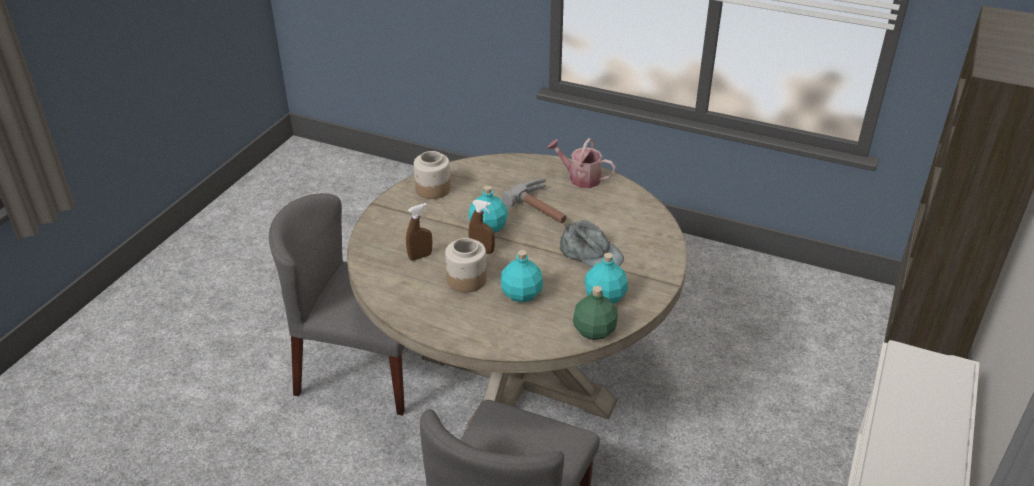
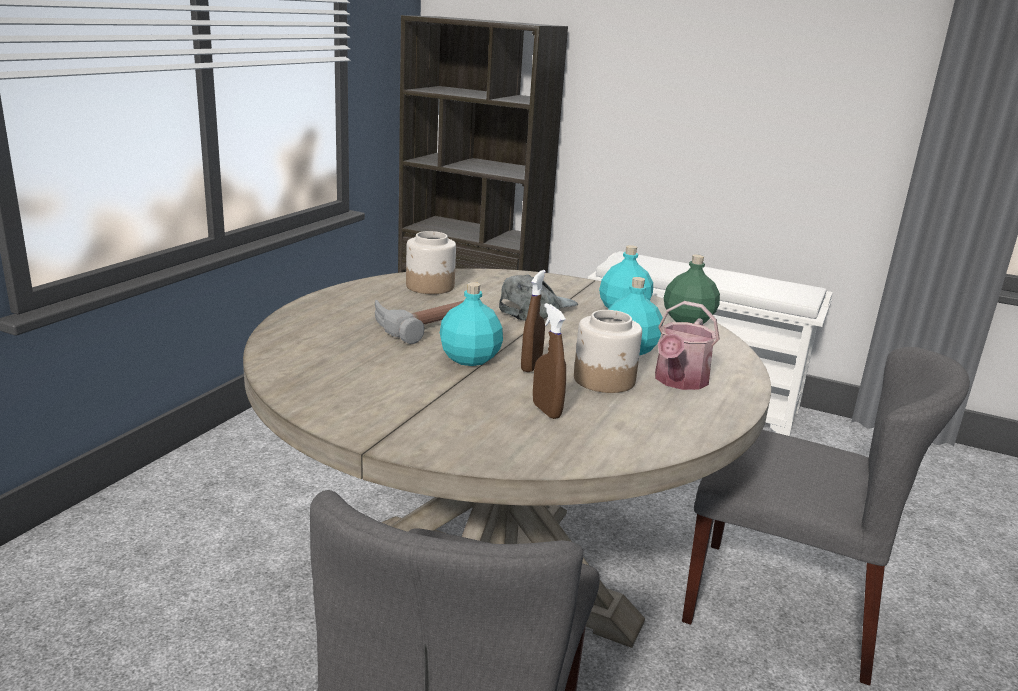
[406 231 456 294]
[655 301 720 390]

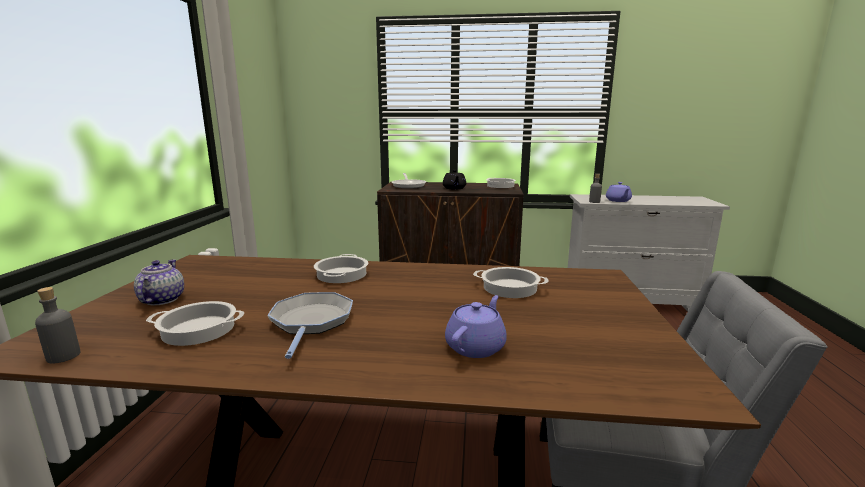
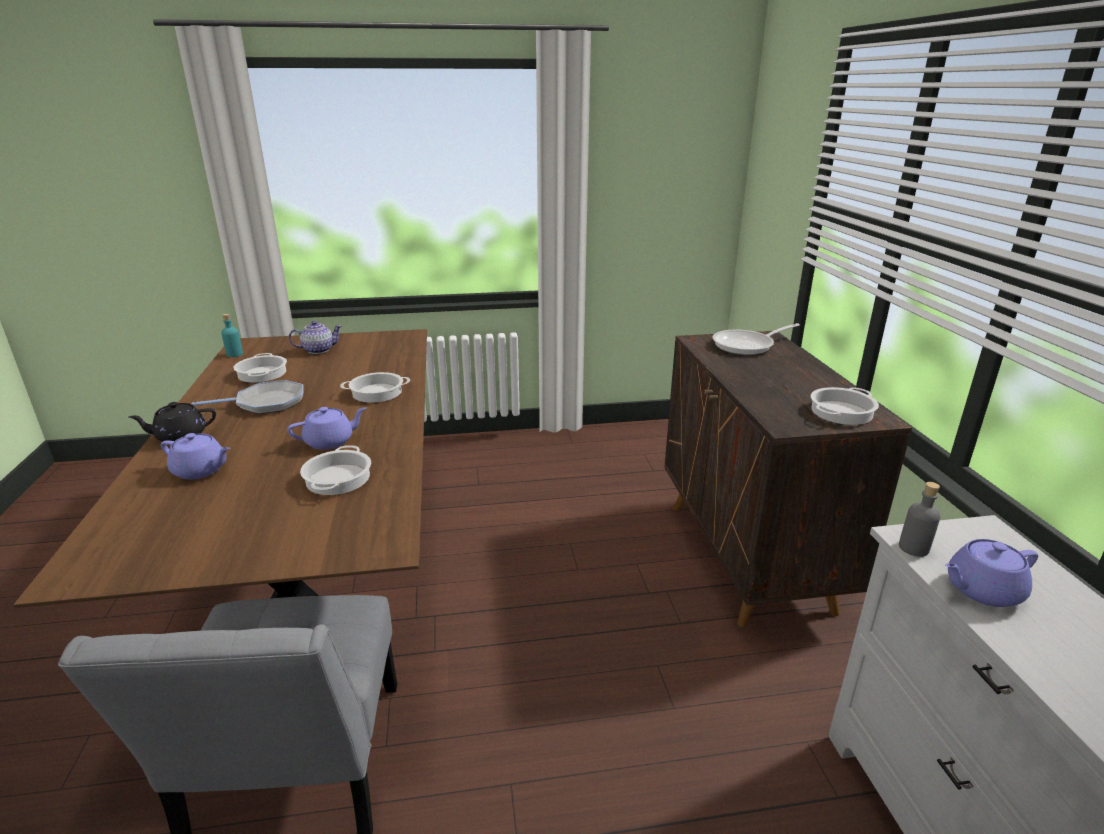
[129 402 216 442]
[221 314 243 357]
[287 407 366 450]

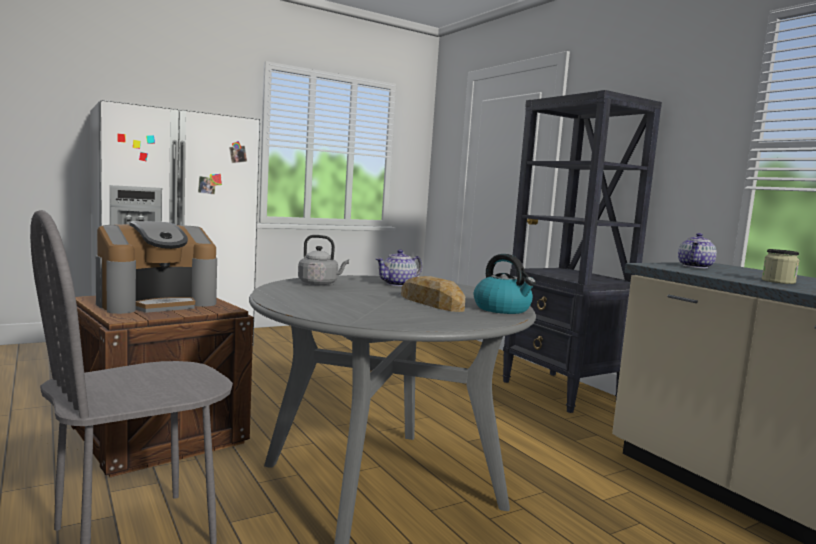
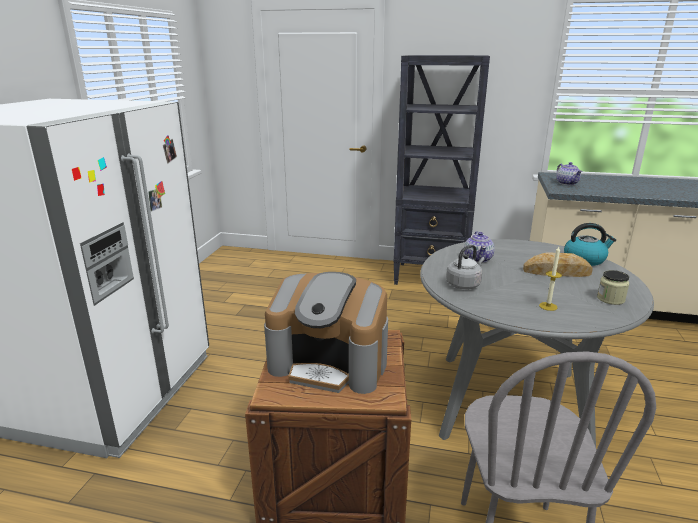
[264 272 388 394]
[539 246 562 311]
[597 270 629 305]

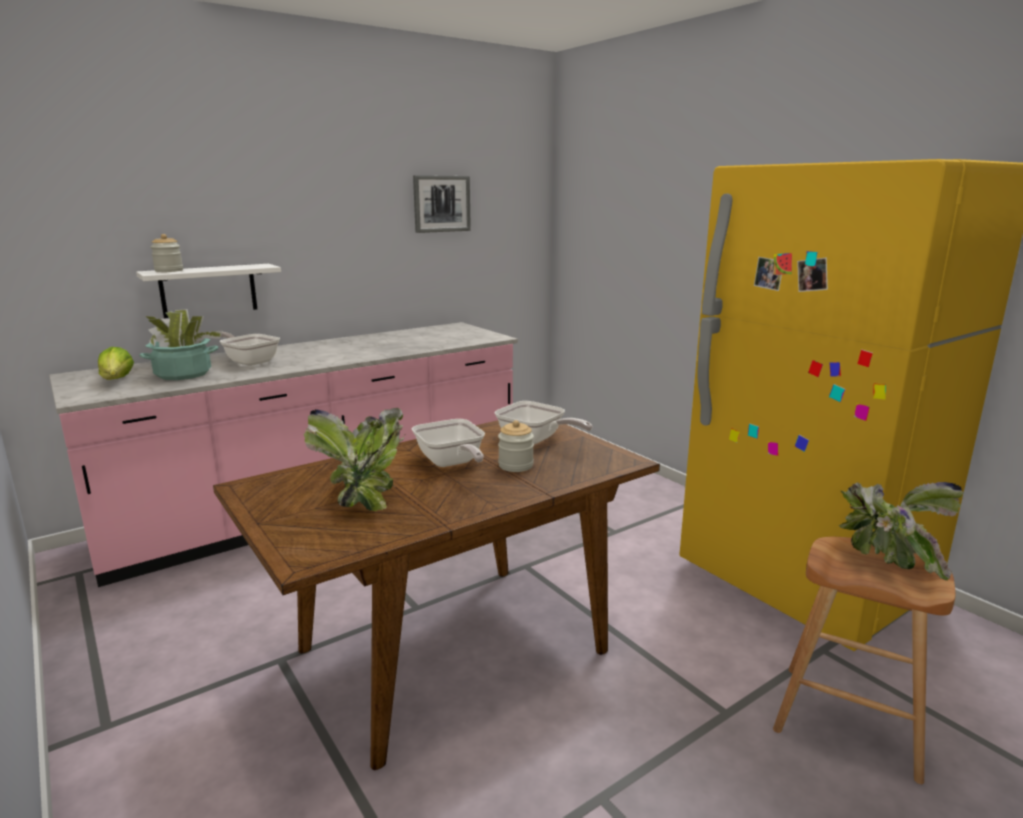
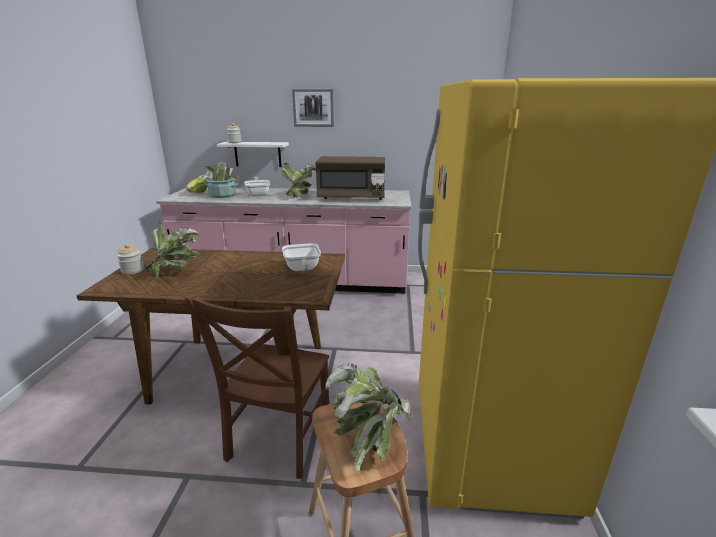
[117 244 144 275]
[184 294 329 479]
[282 163 316 198]
[292 89 334 127]
[315 156 385 200]
[412 419 485 467] (first image)

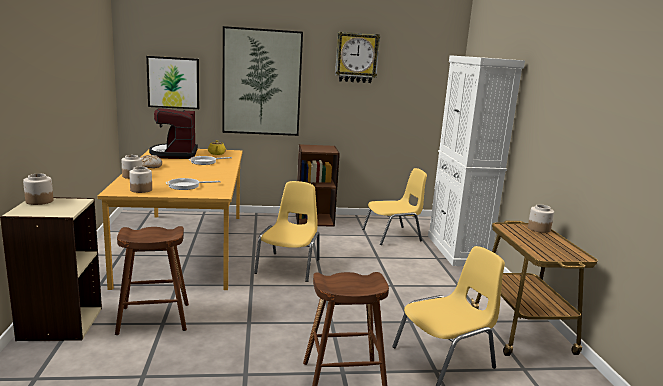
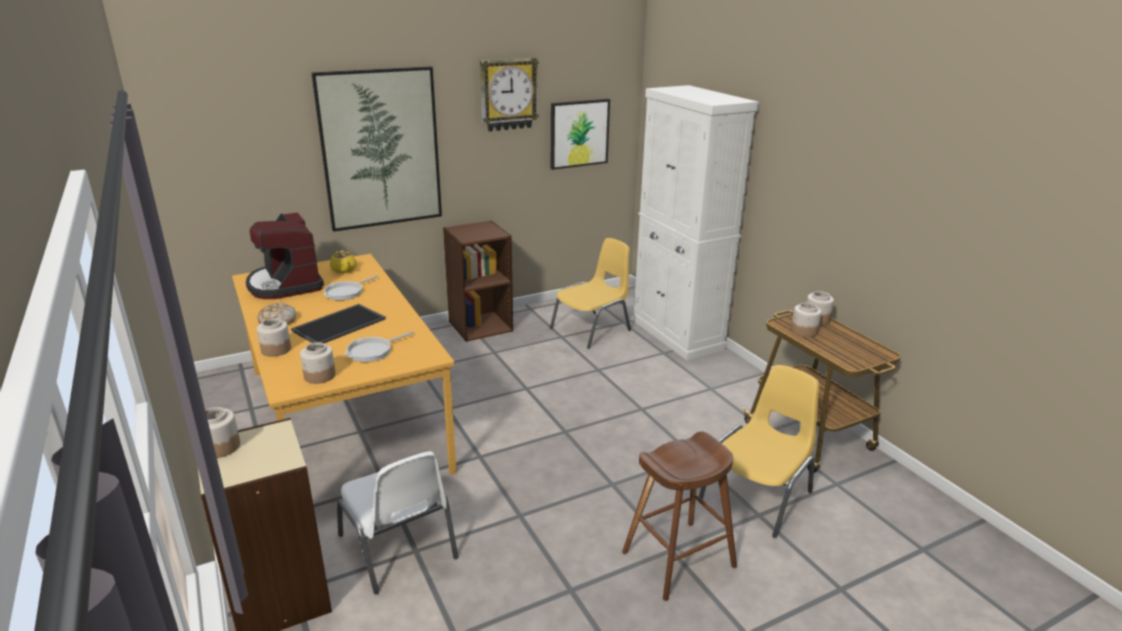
[291 304 386 343]
[337 451 458 595]
[551 99 610 170]
[791 302 822 337]
[254 181 320 282] (first image)

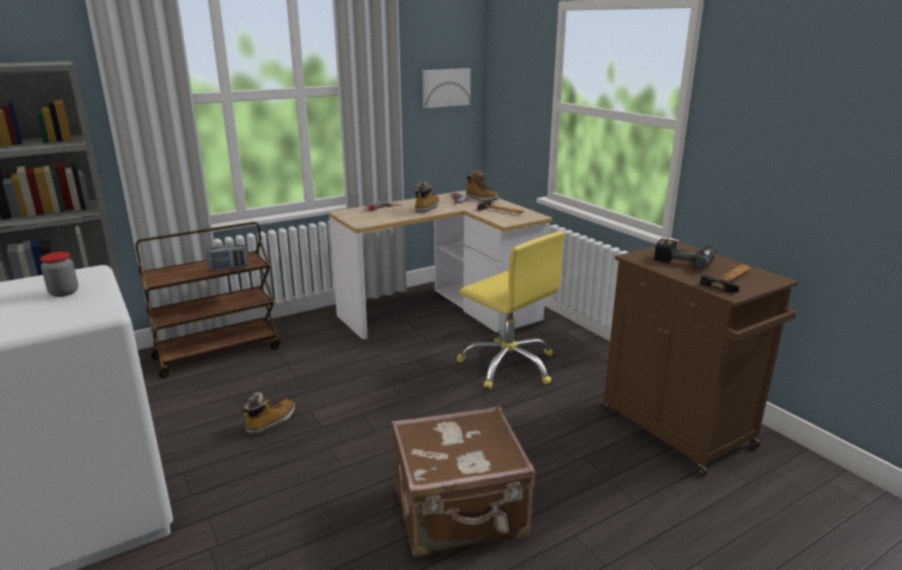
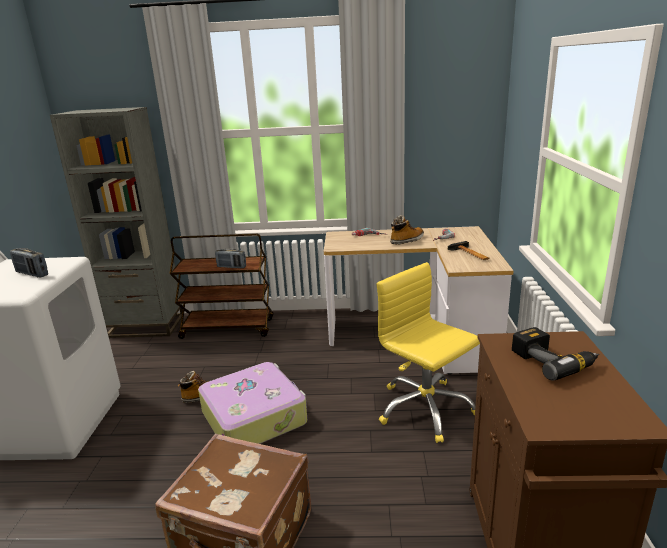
[10 248 48 278]
[198 362 307 444]
[376 262 480 443]
[422 68 471 108] (first image)
[466 170 499 202] (first image)
[700 265 751 292] (first image)

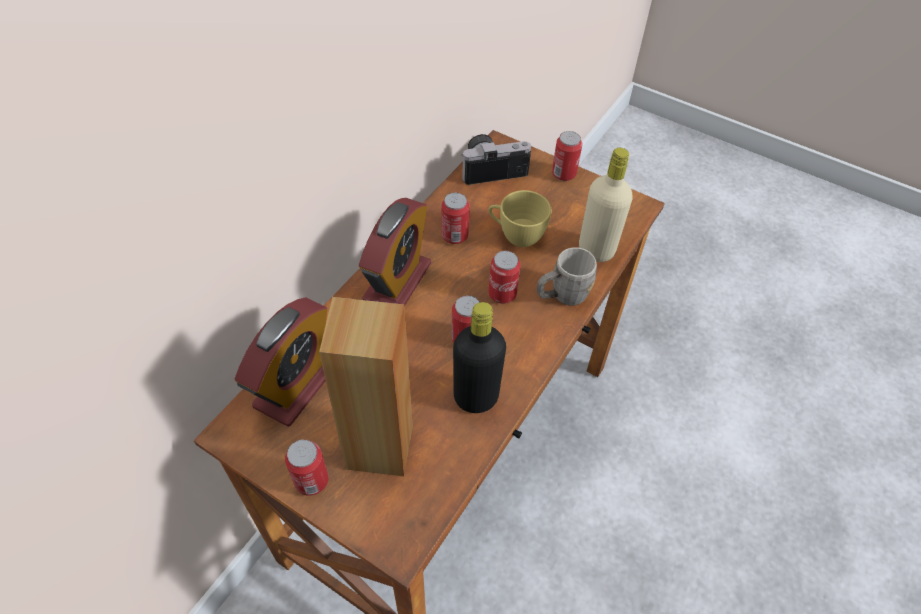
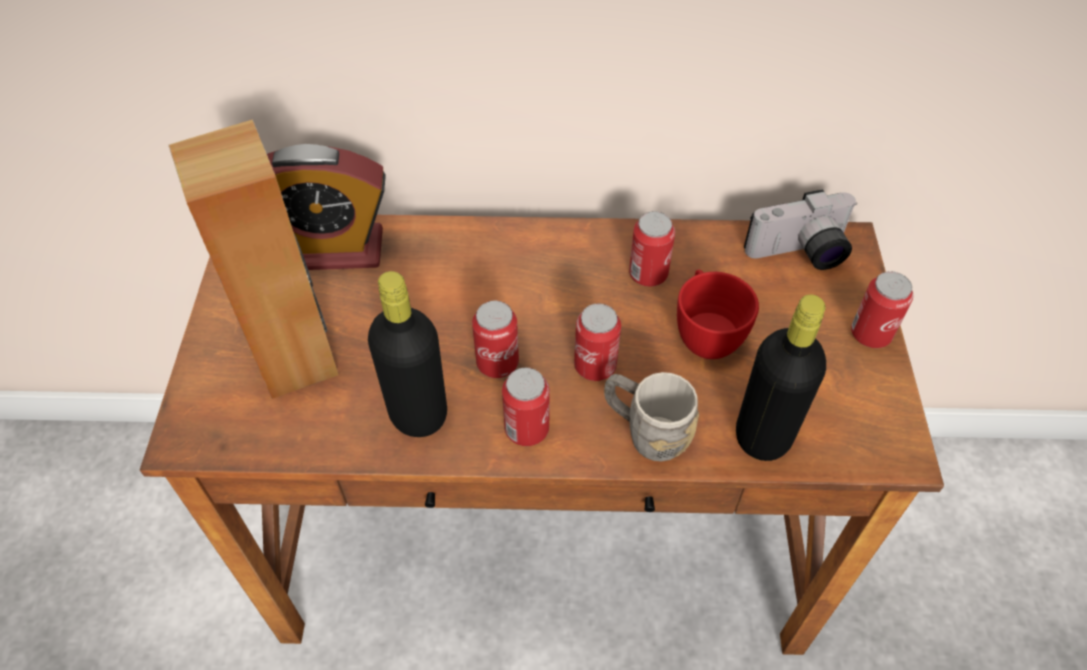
[502 368 550 446]
[677 269 759 359]
[736 295 826 461]
[744 189 857 270]
[359 198 431 306] (first image)

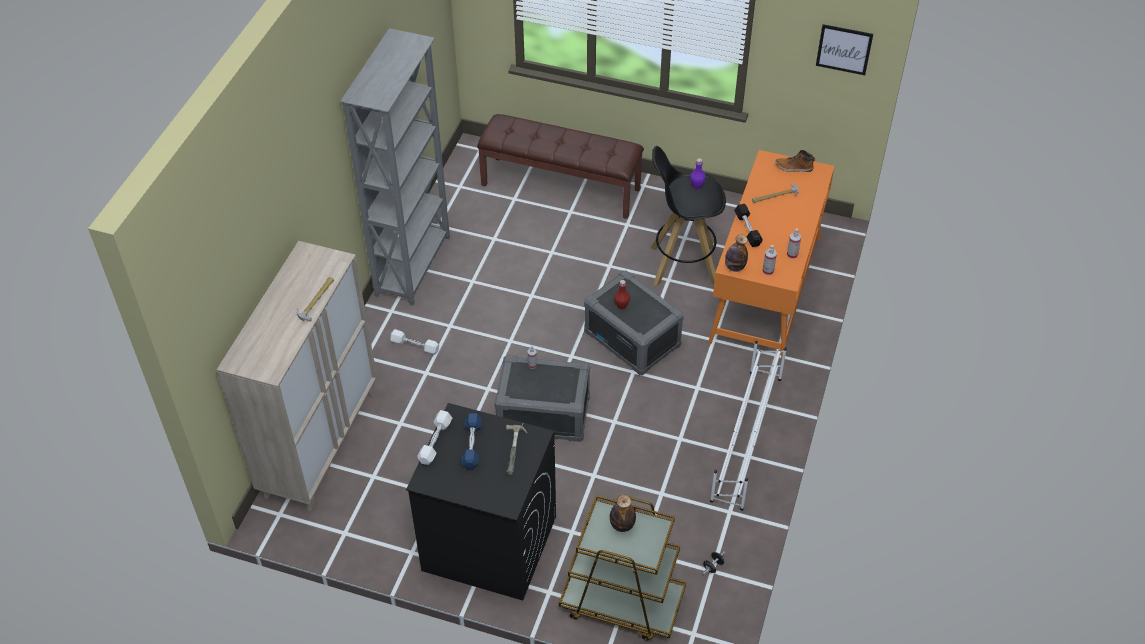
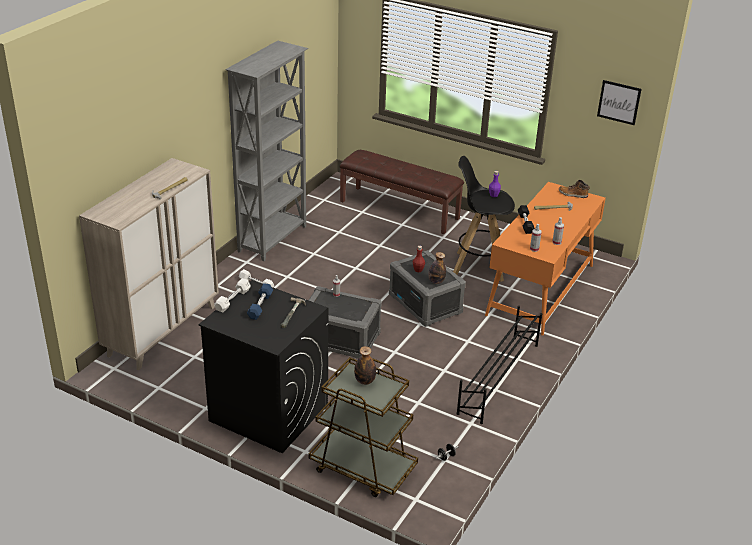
[429 252 446 284]
[456 306 542 424]

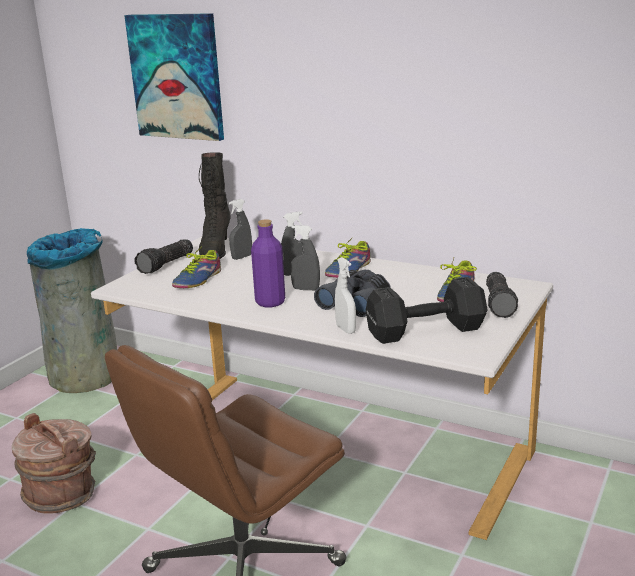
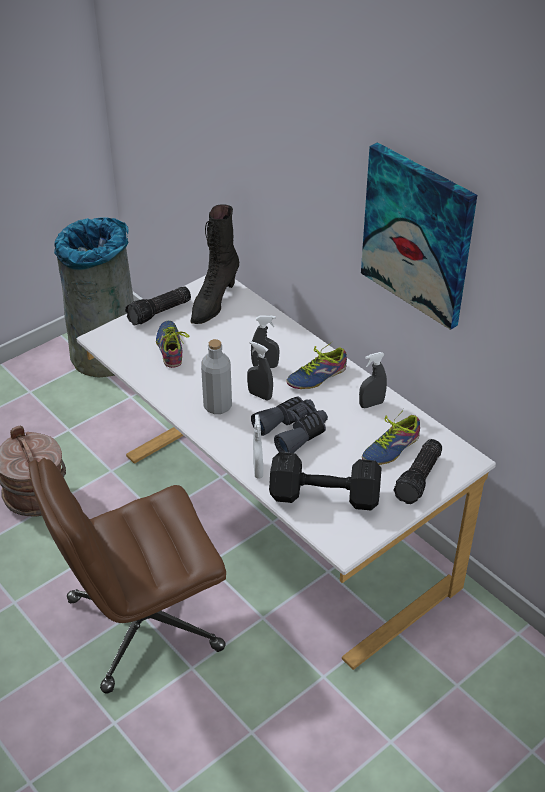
[156 321 190 368]
[201 339 232 414]
[359 352 387 408]
[361 142 477 330]

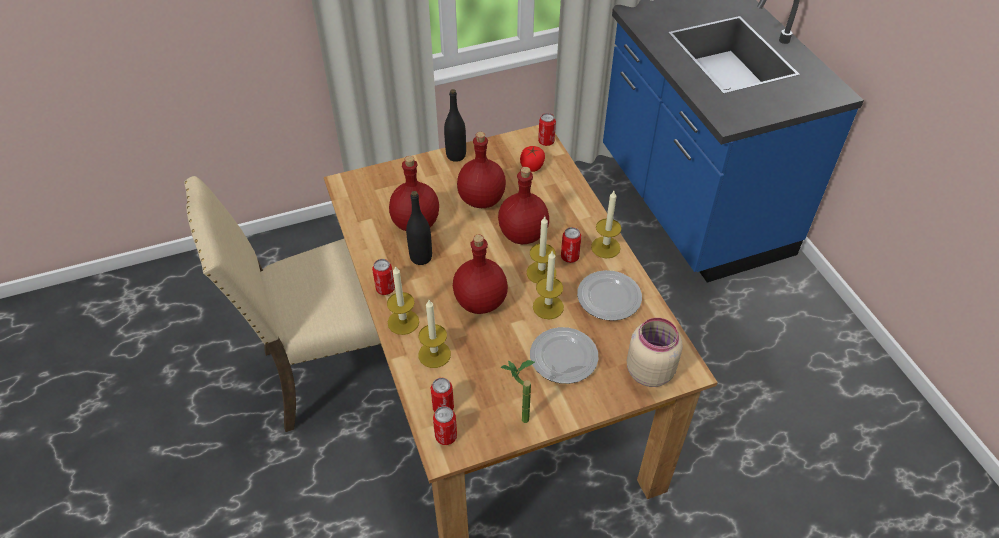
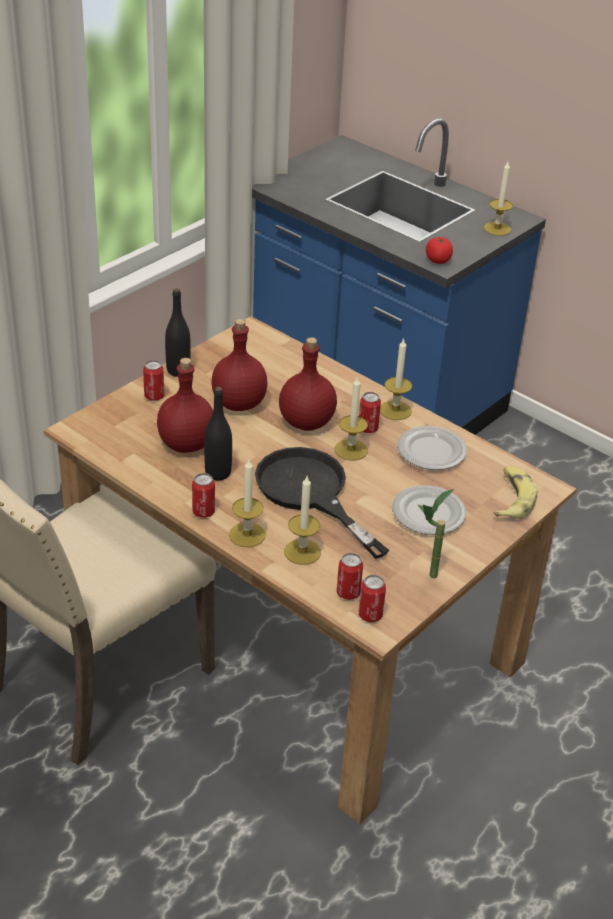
[143 360 164 401]
[255 447 389 559]
[426 237 453 264]
[484 162 513 236]
[494 466 537 519]

